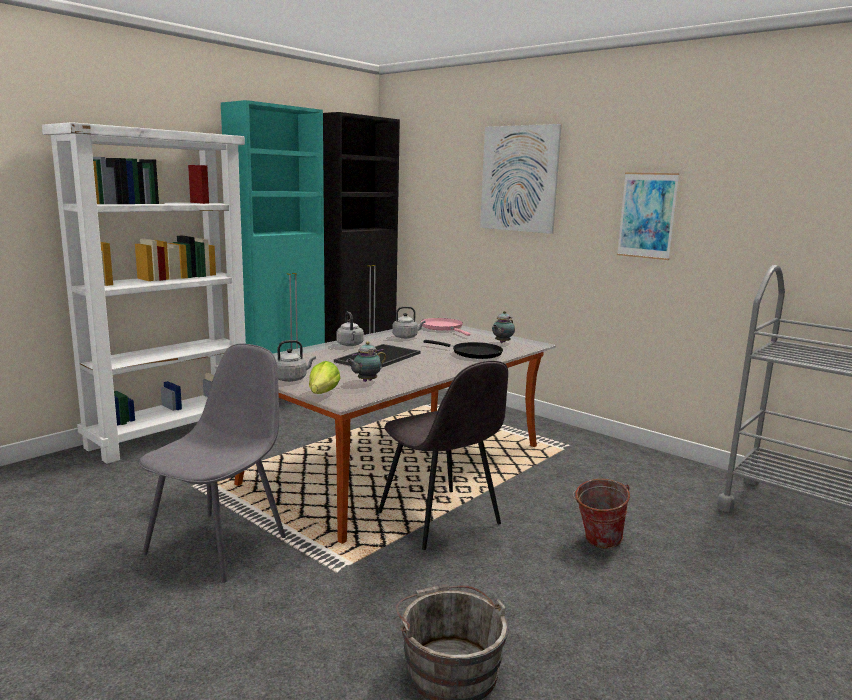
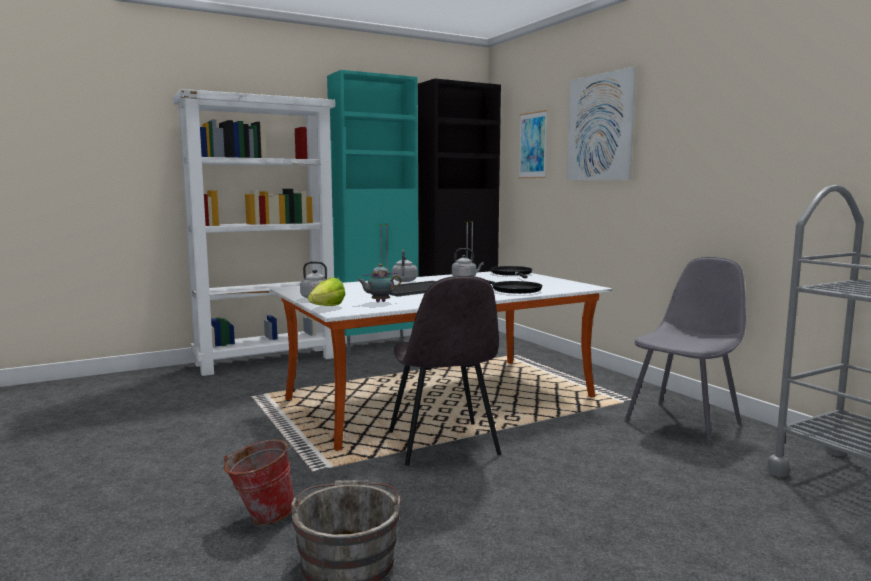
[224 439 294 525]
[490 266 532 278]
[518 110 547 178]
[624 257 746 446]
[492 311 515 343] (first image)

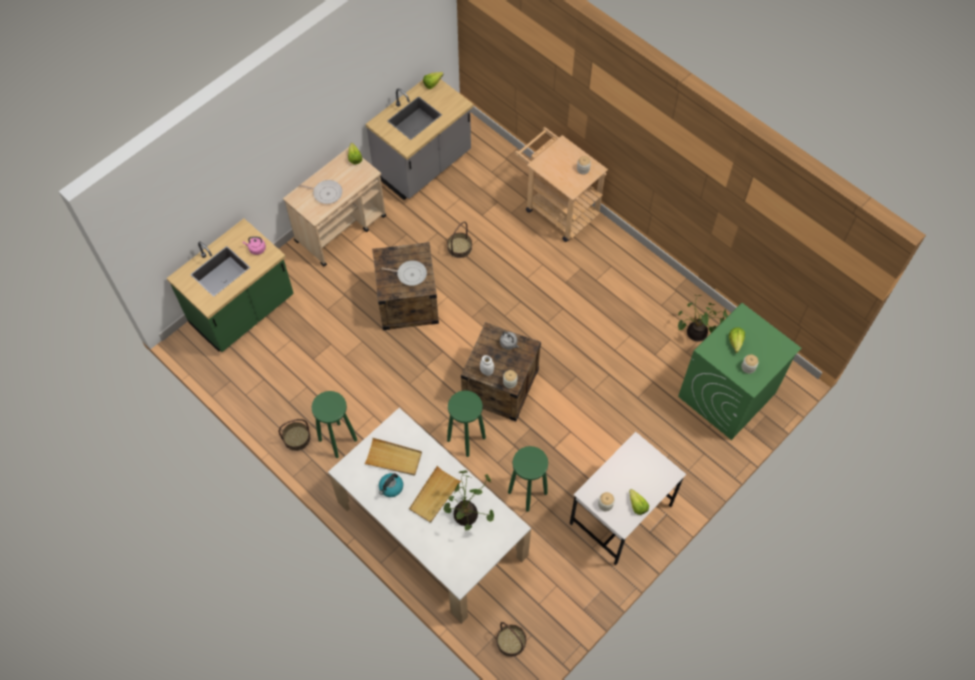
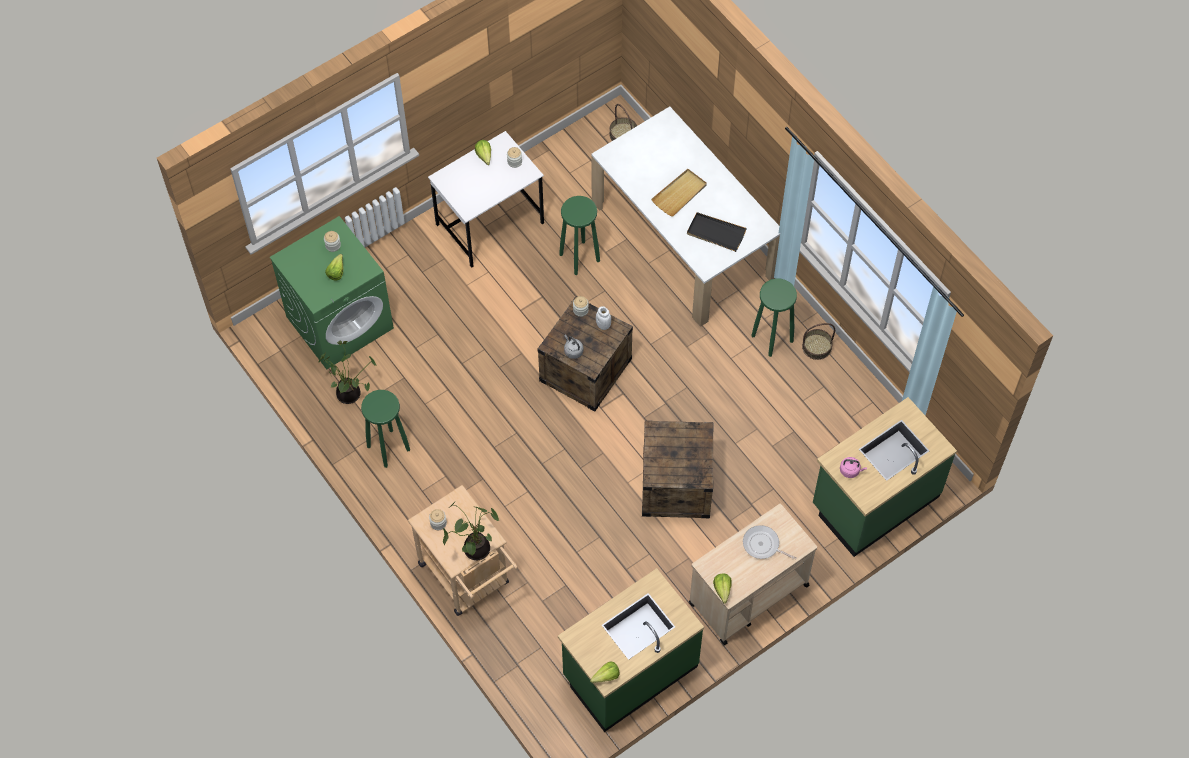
[361 390 410 468]
[443 501 499 560]
[558 568 704 732]
[687 212 747 252]
[379 473 403 497] (first image)
[382 260 427 286] (first image)
[447 222 472 258] (first image)

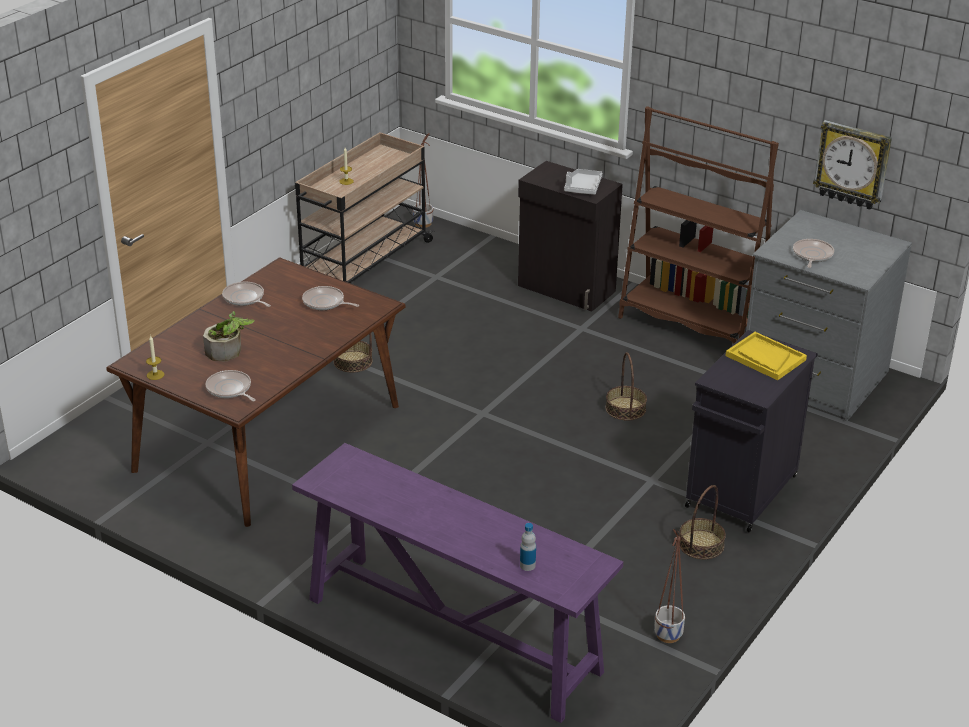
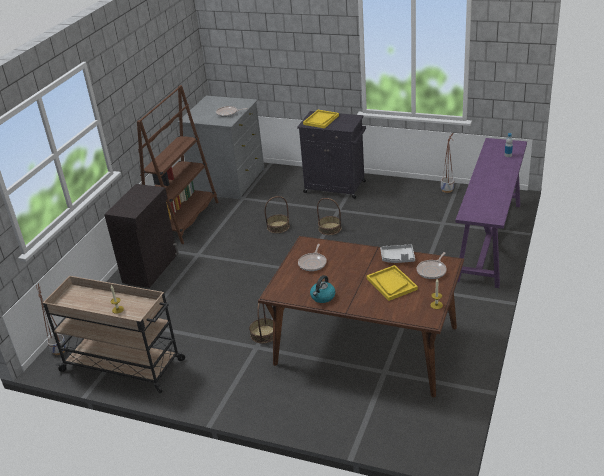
[310 275 336 303]
[317 198 341 235]
[367 265 418 301]
[380 244 415 263]
[813 120 892 209] (first image)

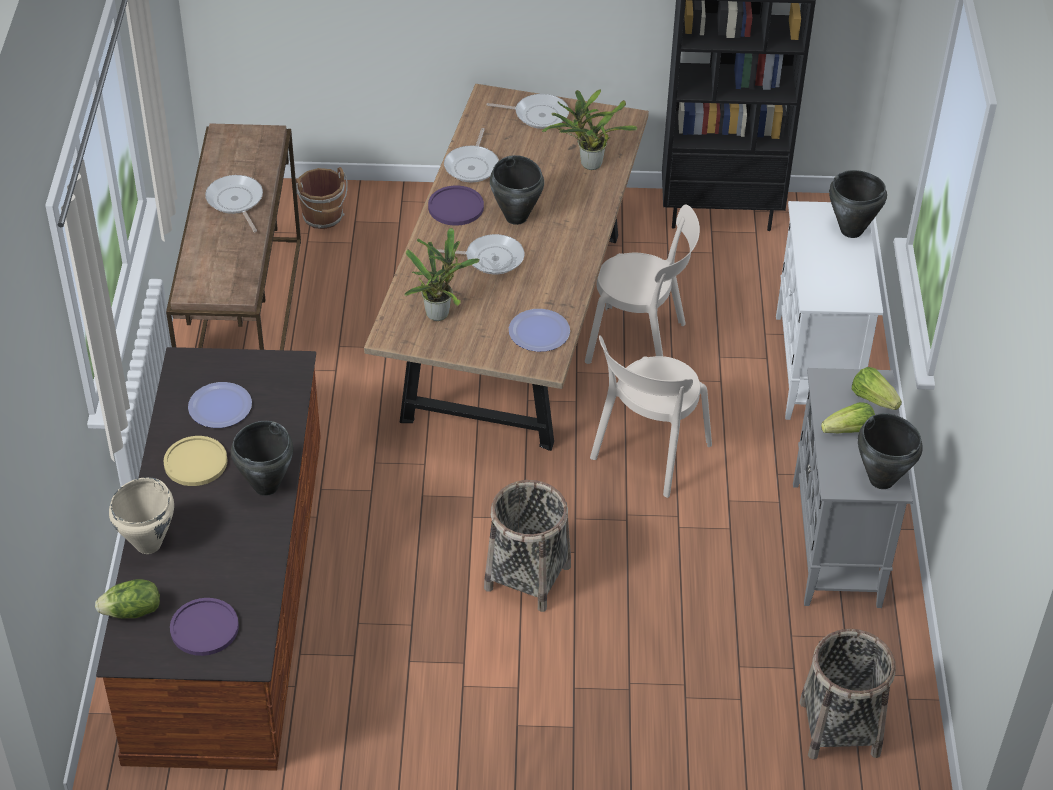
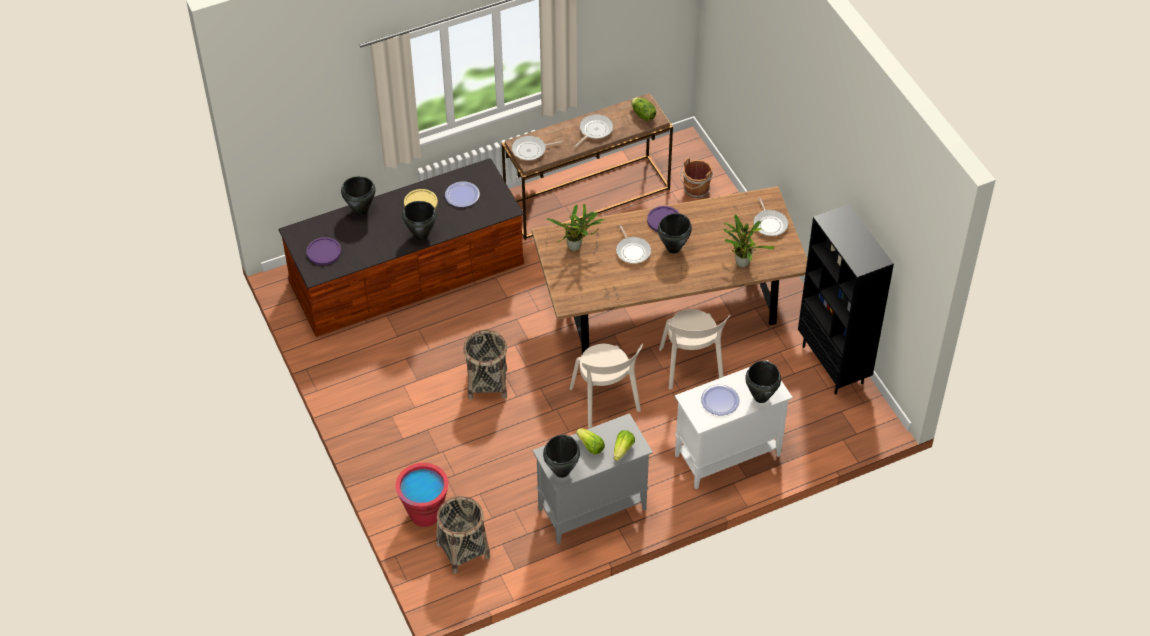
[341 176 376 215]
[396 463 448 527]
[512 136 563 161]
[569 344 643 428]
[631 98 656 121]
[701 385 740 415]

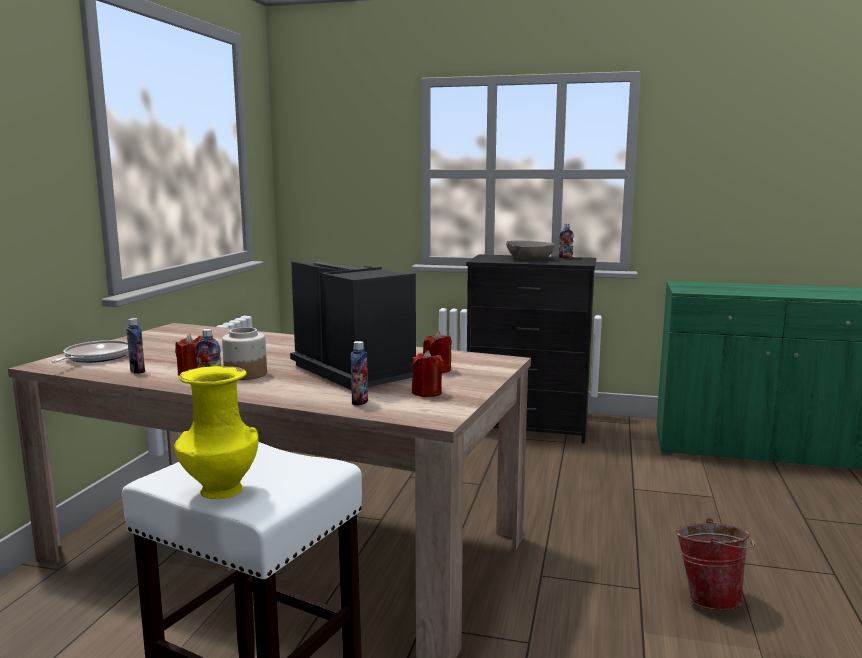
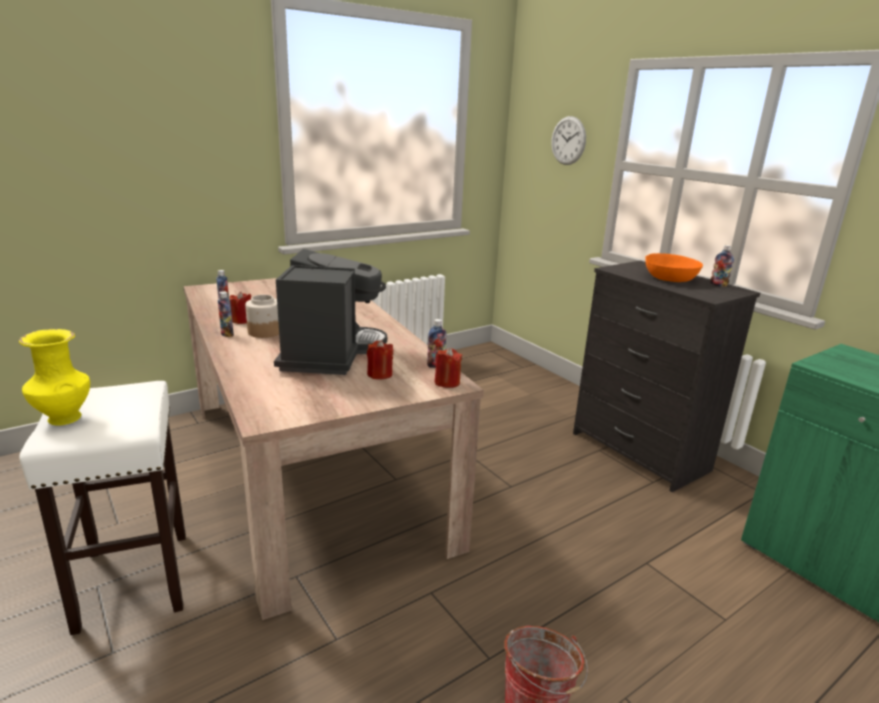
[427 319 446 368]
[434 348 462 388]
[551 116 586 165]
[645 253 703 282]
[51 340 129 363] (first image)

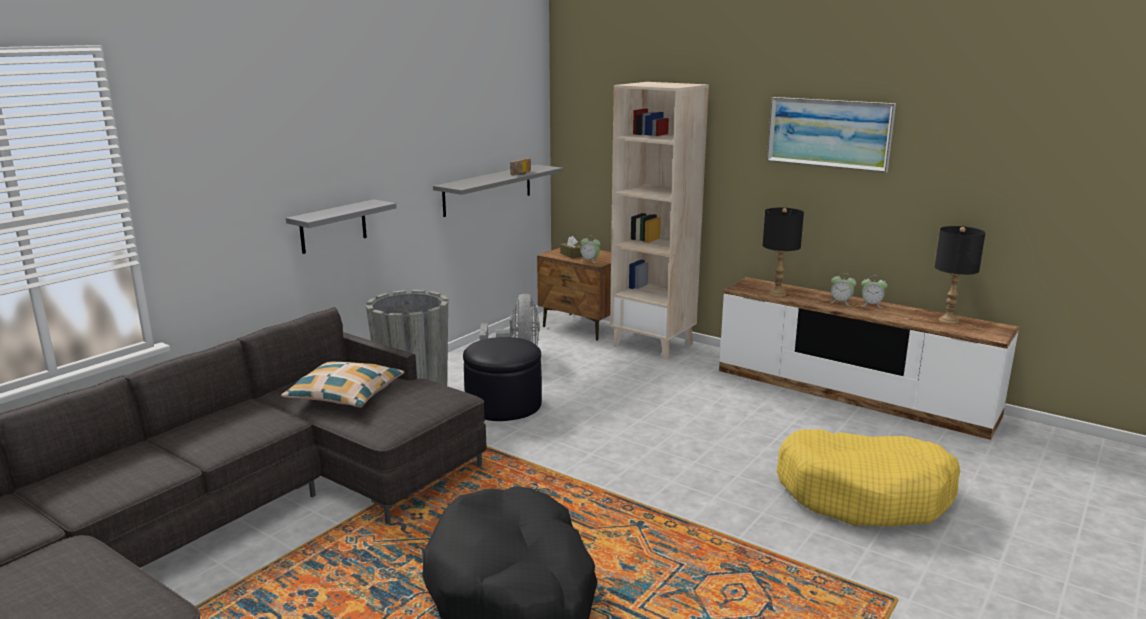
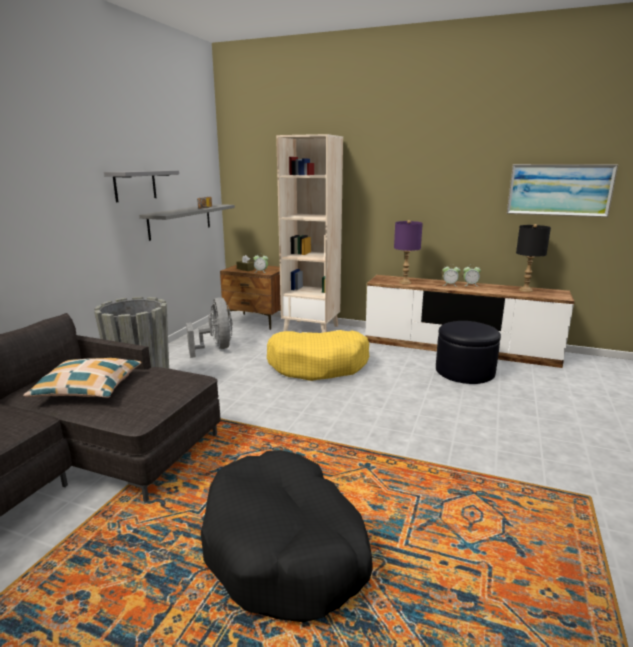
[104 170 179 202]
[267 330 369 381]
[394 220 423 284]
[436 321 501 384]
[507 164 618 217]

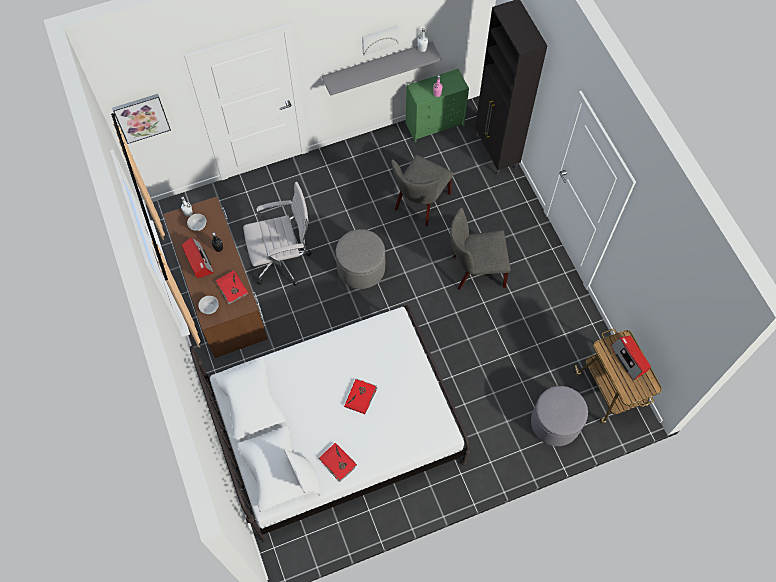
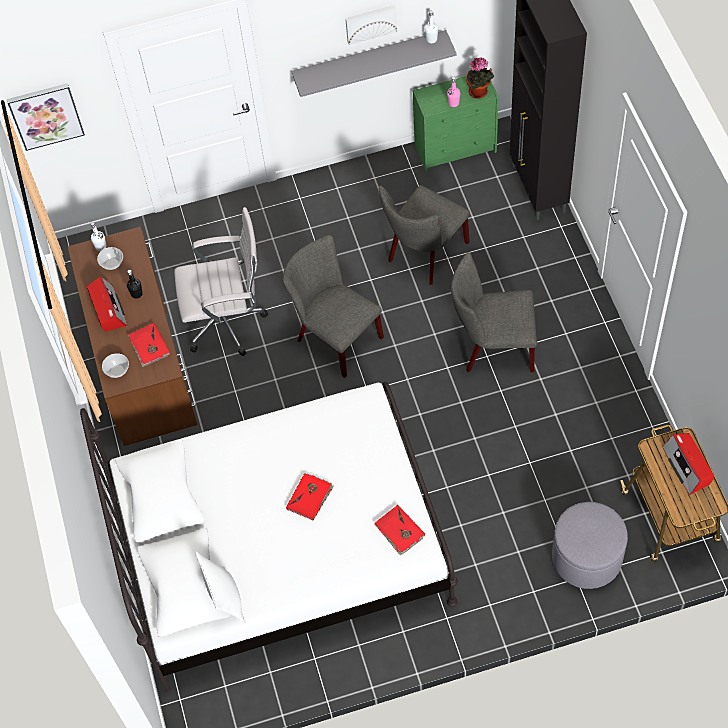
[282 235 384 378]
[374 505 425 555]
[466 57 494 99]

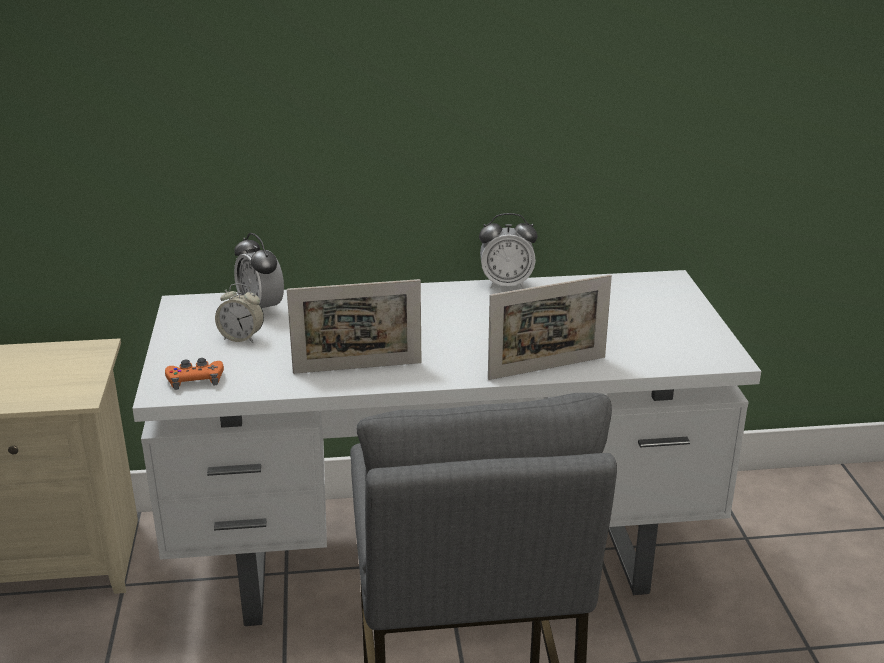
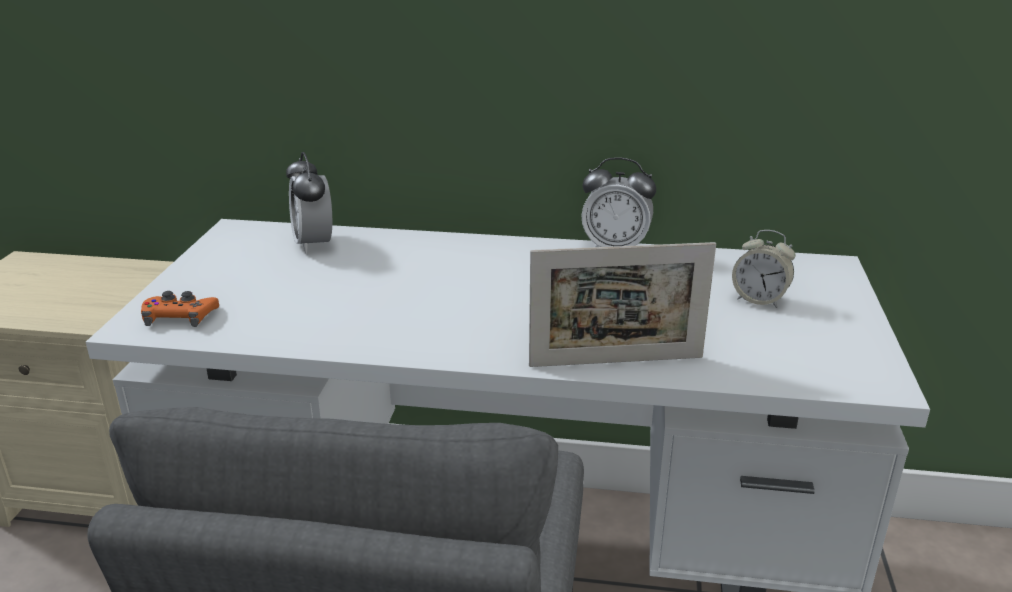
[732 230 796 308]
[287 279 421 374] (first image)

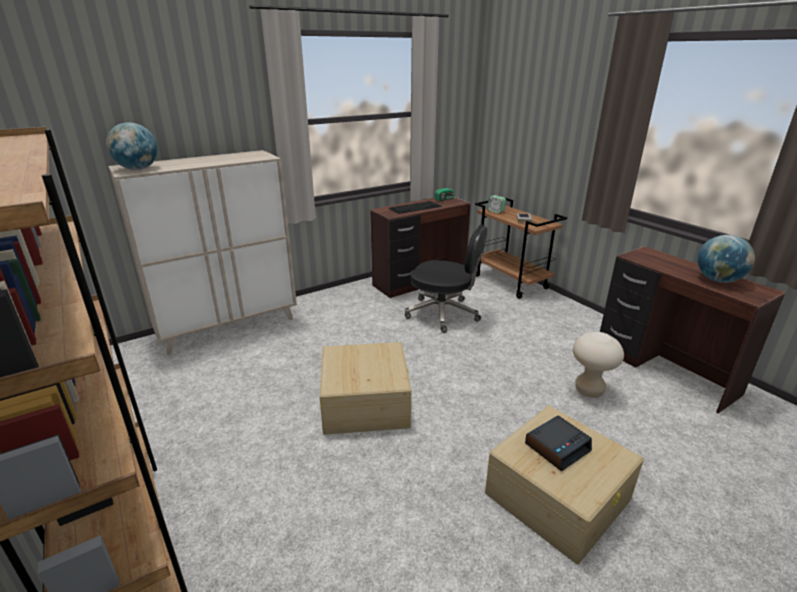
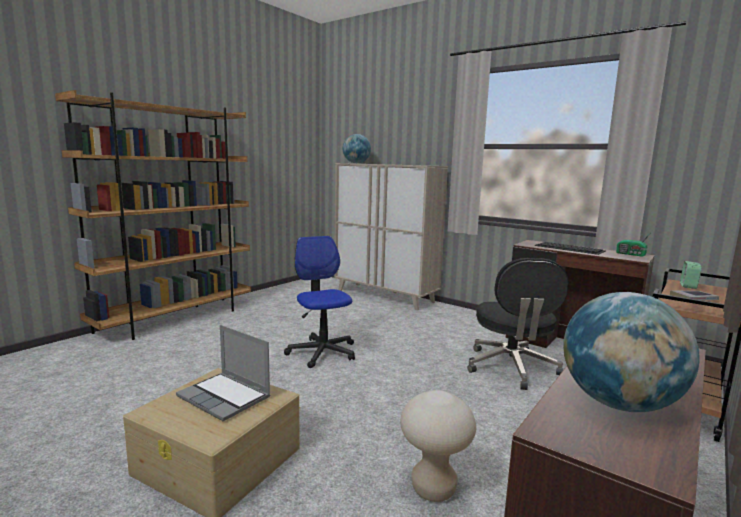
[176 325 270 421]
[284 236 355 368]

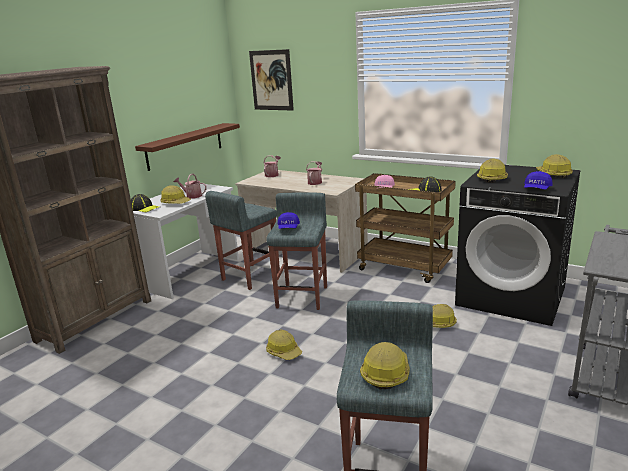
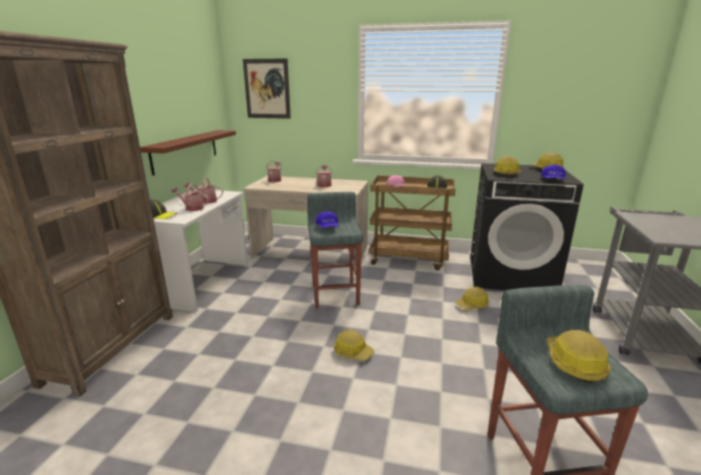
[171 183 209 211]
[205 191 280 290] (first image)

